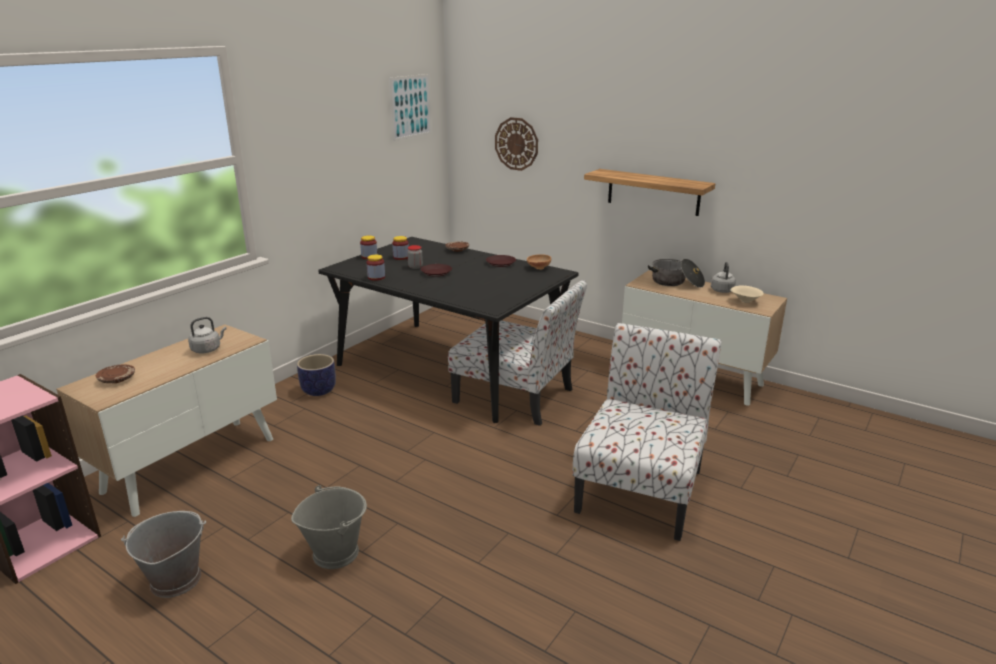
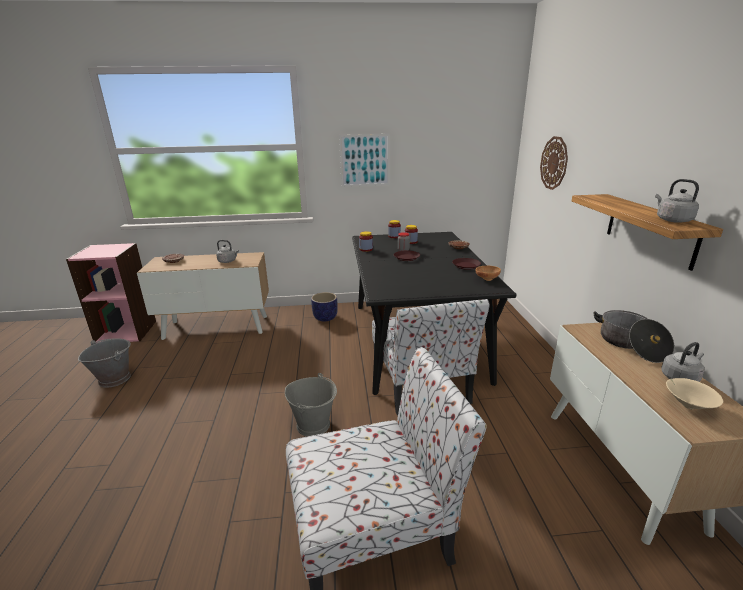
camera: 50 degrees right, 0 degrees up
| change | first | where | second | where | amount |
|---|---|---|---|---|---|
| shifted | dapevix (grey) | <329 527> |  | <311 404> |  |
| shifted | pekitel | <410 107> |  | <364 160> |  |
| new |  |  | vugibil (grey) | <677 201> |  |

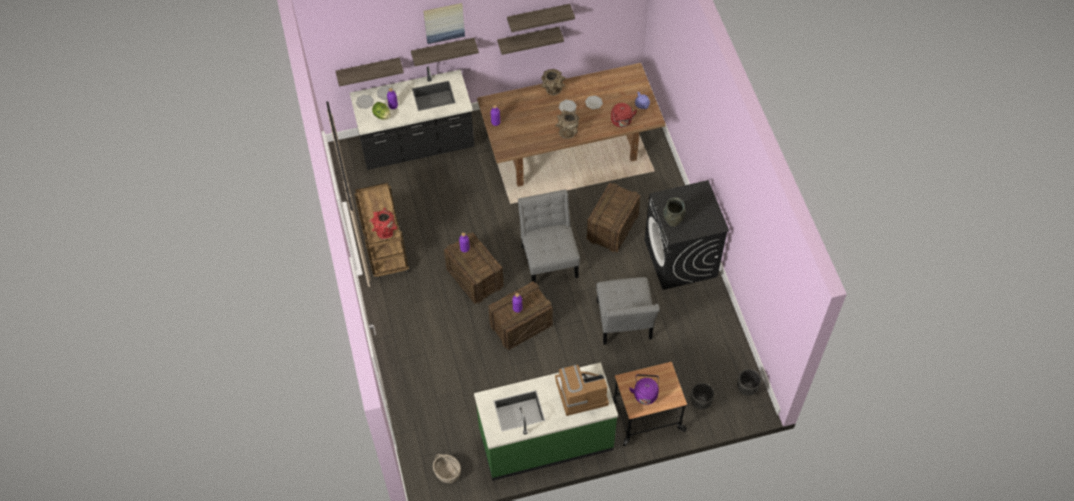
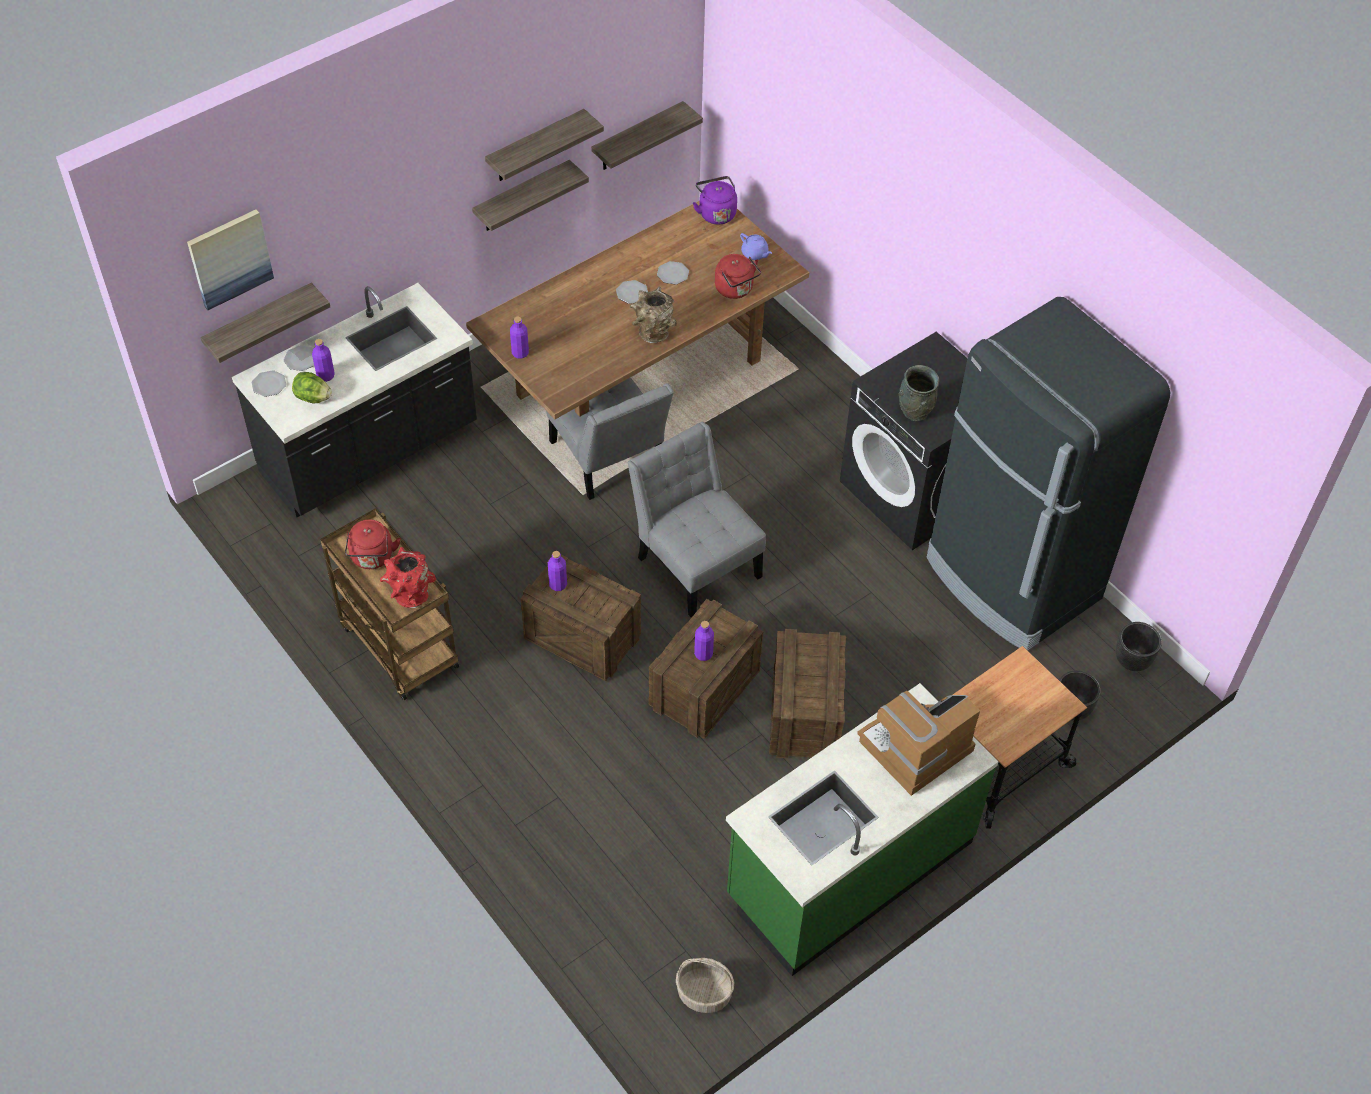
camera: 25 degrees left, 5 degrees down
| change | first | where | second | where | amount |
|---|---|---|---|---|---|
| shifted | pekitel | <444 23> |  | <230 259> |  |
| new |  |  | vugibil (red) | <373 544> |  |
| shifted | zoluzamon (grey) | <628 311> |  | <610 438> |  |
| shifted | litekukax | <445 52> |  | <647 135> |  |
| shifted | vugibil (purple) | <644 389> |  | <715 200> |  |
| shifted | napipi | <614 217> |  | <807 693> |  |
| new |  |  | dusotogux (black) | <1048 474> |  |
| gone | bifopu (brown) | <553 82> |  |  |  |

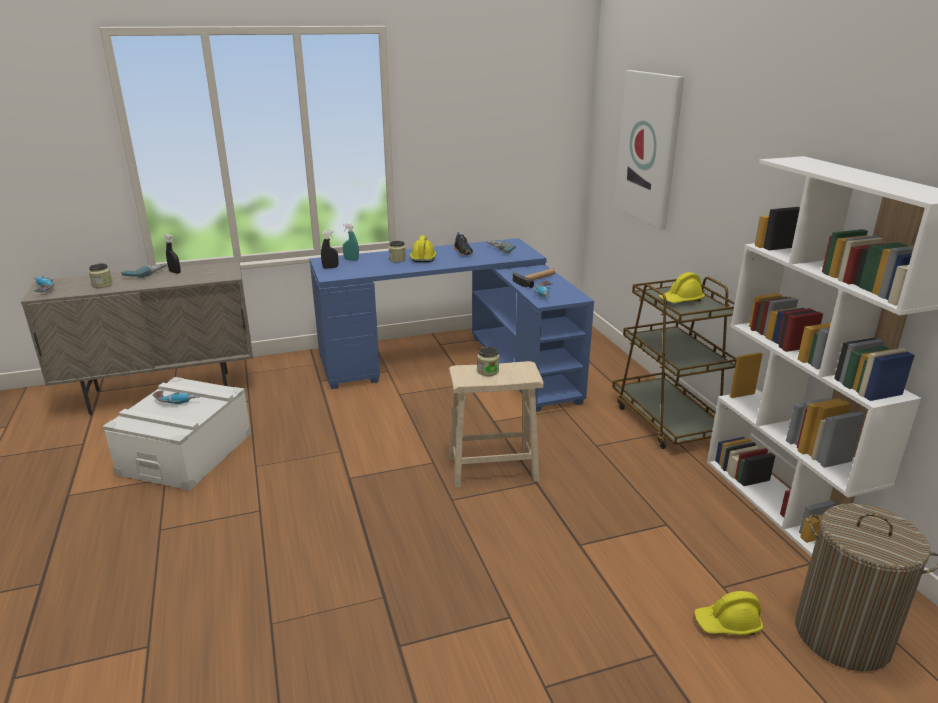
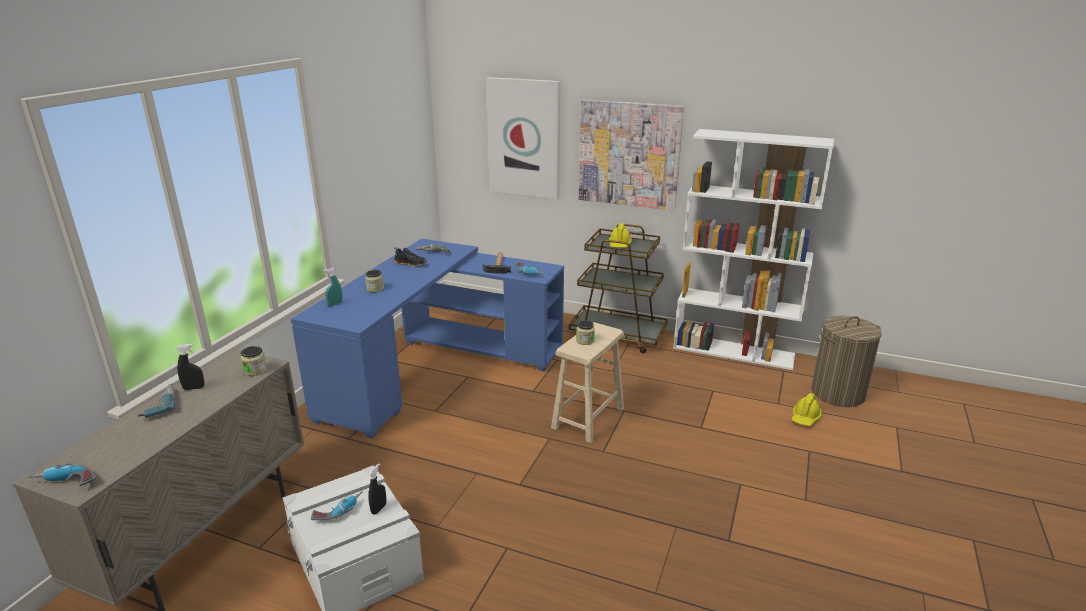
camera: 50 degrees left, 0 degrees up
| change | first | where | second | where | amount |
|---|---|---|---|---|---|
| shifted | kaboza | <101 275> |  | <254 361> |  |
| shifted | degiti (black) | <329 250> |  | <377 489> |  |
| new |  |  | pekitel | <631 155> |  |
| gone | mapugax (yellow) | <423 249> |  |  |  |

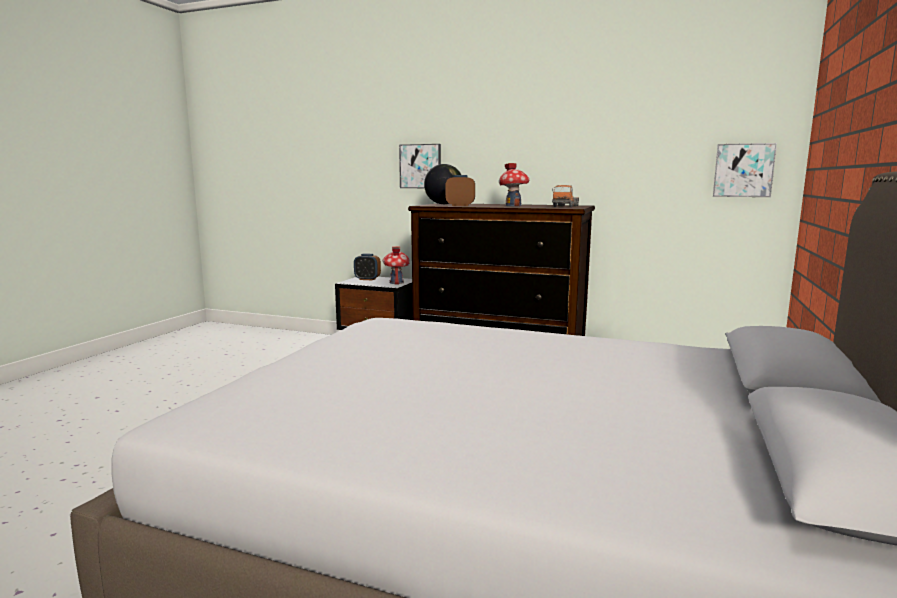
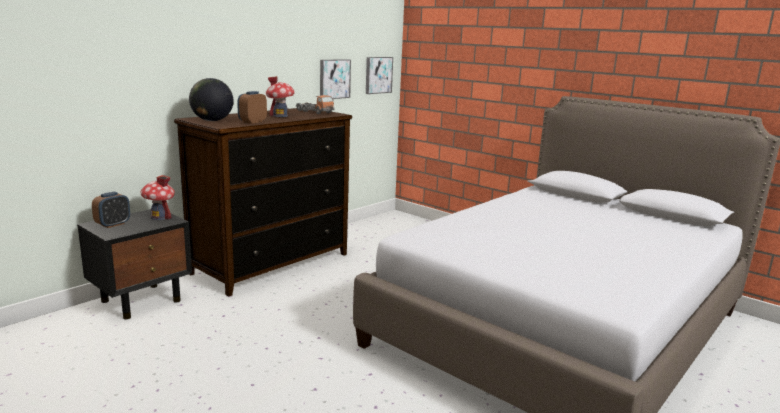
camera: 70 degrees left, 5 degrees up
| change | first | where | second | where | amount |
|---|---|---|---|---|---|
| shifted | pekitel | <420 166> |  | <335 79> |  |

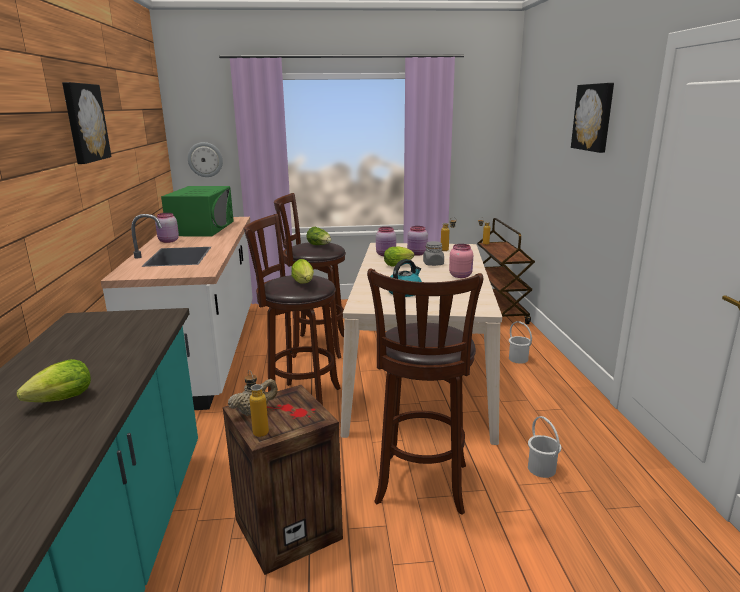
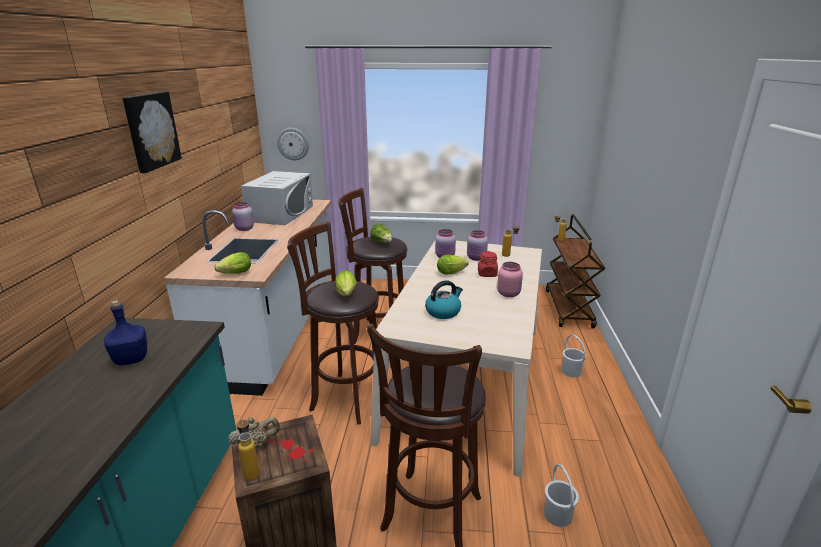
camera: 10 degrees right, 5 degrees up
| change | first | where | second | where | amount |
|---|---|---|---|---|---|
| new |  |  | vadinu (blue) | <125 332> |  |
| shifted | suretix | <54 380> |  | <232 263> |  |
| repainted | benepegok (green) | <197 211> | benepegok (white) | <277 198> |  |
| repainted | kaboza (grey) | <433 253> | kaboza (red) | <488 264> |  |
| gone | pekitel | <592 118> |  |  |  |

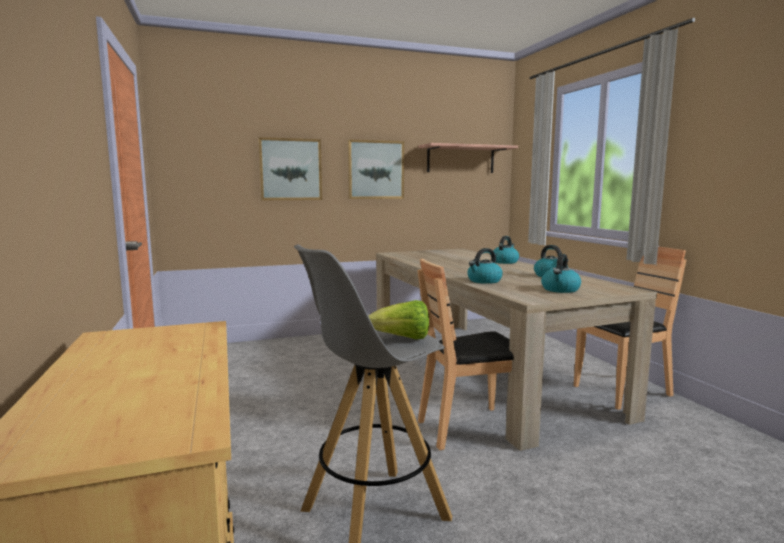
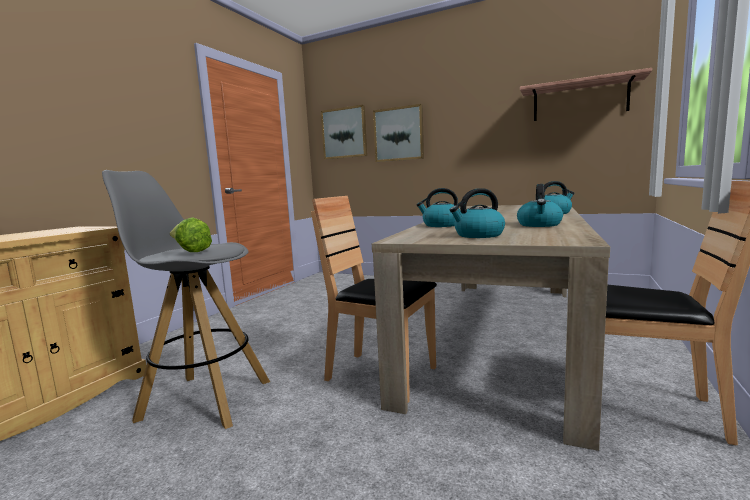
camera: 45 degrees right, 0 degrees up
| change | first | where | second | where | amount |
|---|---|---|---|---|---|
| shifted | pekitel | <376 169> |  | <344 132> |  |

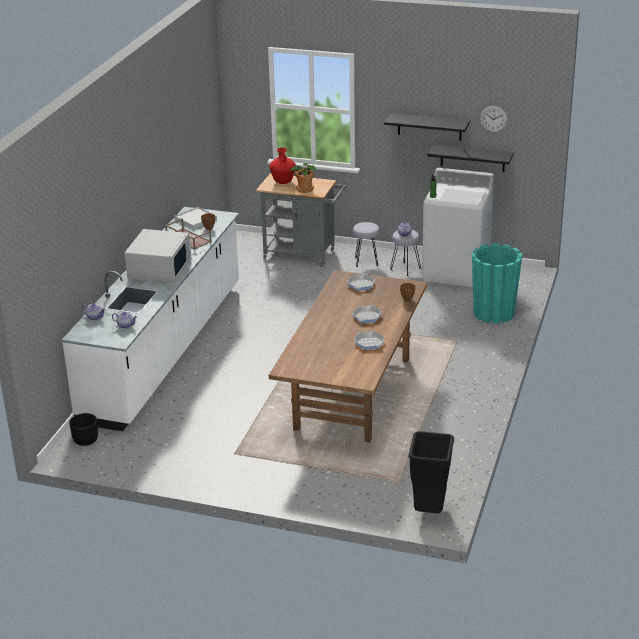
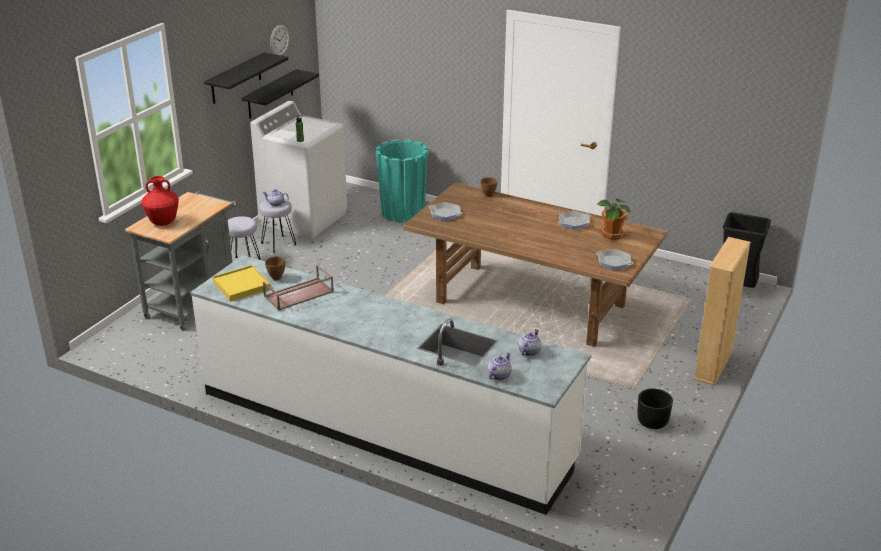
camera: 80 degrees left, 0 degrees up
| change | first | where | second | where | amount |
|---|---|---|---|---|---|
| repainted | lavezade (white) | <195 218> | lavezade (yellow) | <242 283> |  |
| shifted | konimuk | <367 314> |  | <614 259> |  |
| shifted | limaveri | <303 178> |  | <613 219> |  |
| shifted | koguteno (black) | <83 429> |  | <655 408> |  |
| new |  |  | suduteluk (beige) | <722 311> |  |
| gone | benepegok (white) | <158 256> |  |  |  |

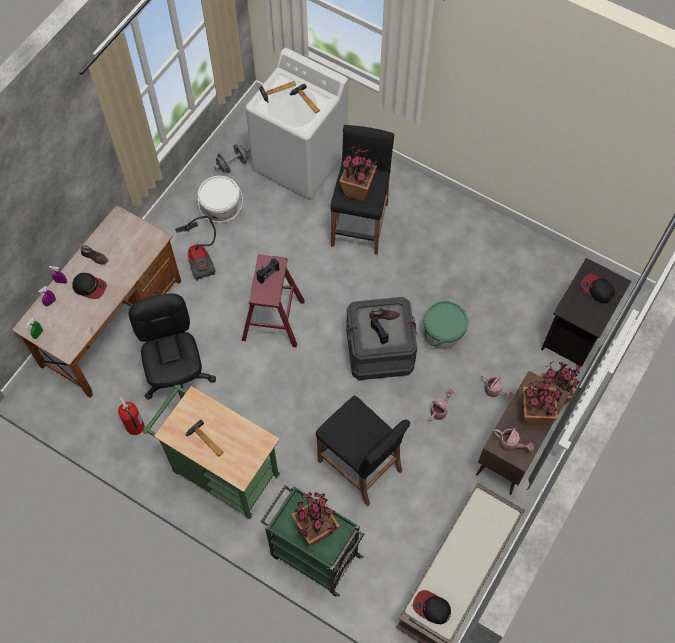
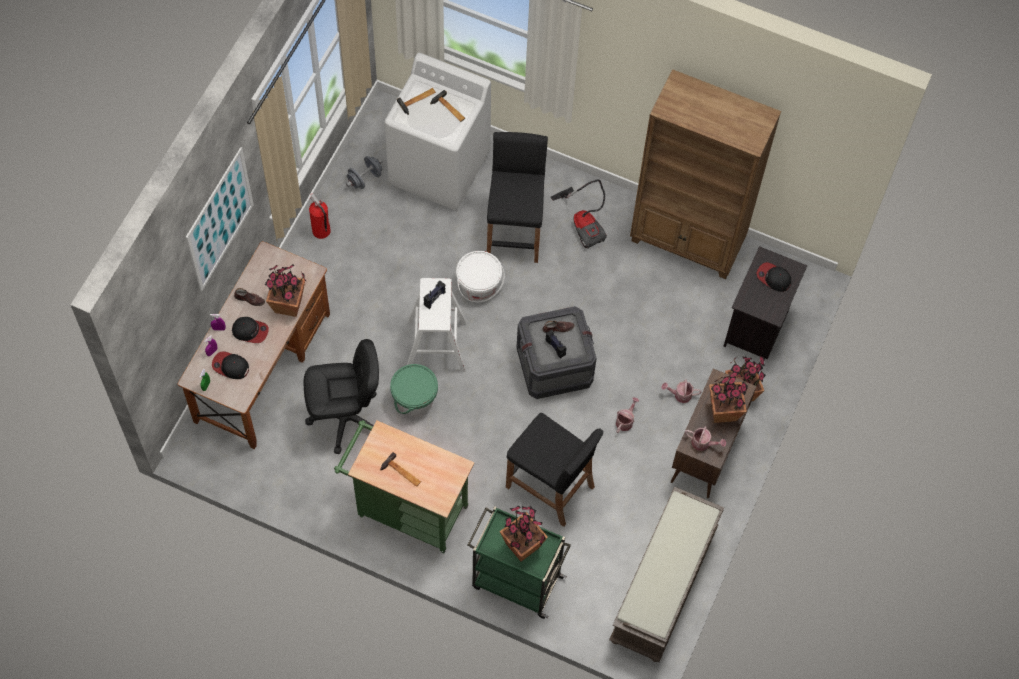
camera: 10 degrees left, 0 degrees up
| change | first | where | second | where | amount |
|---|---|---|---|---|---|
| new |  |  | pekitel | <220 219> |  |
| shifted | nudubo | <432 607> |  | <230 365> |  |
| shifted | limaveri | <359 173> |  | <285 290> |  |
| rotated | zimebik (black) | <172 346> |  | <341 396> | 105 degrees clockwise |
| shifted | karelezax | <131 415> |  | <320 216> |  |
| shifted | dapevix (green) | <446 325> |  | <414 390> |  |
| repainted | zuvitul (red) | <273 301> | zuvitul (white) | <437 325> |  |
| shifted | dapevix (white) | <220 199> |  | <480 277> |  |
| shifted | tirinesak | <195 248> |  | <579 214> |  |
| new |  |  | suduteluk (brown) | <705 174> |  |
| rotated | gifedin | <497 387> |  | <681 391> | 150 degrees clockwise |

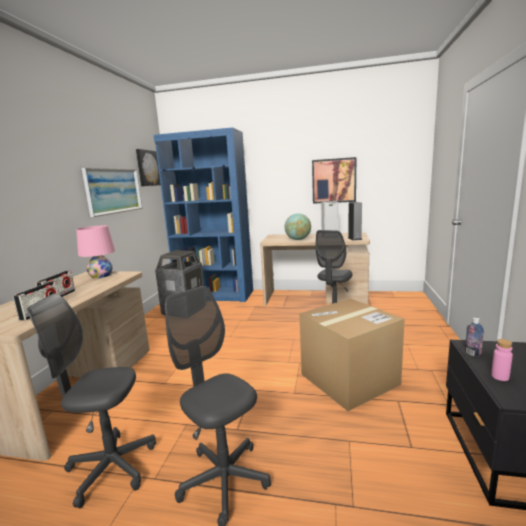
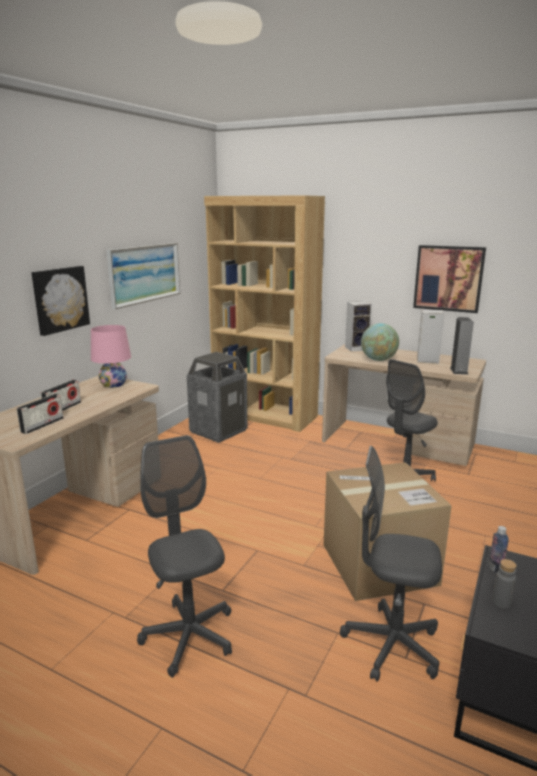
camera: 15 degrees right, 5 degrees up
| change | first | where | second | where | amount |
|---|---|---|---|---|---|
| shifted | pekitel | <148 167> |  | <60 301> |  |
| repainted | suduteluk (blue) | <203 214> | suduteluk (brown) | <264 313> |  |
| shifted | zimebik (grey) | <91 400> |  | <391 564> |  |
| new |  |  | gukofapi | <358 326> |  |
| repainted | vadinu (pink) | <502 360> | vadinu (grey) | <504 584> |  |

